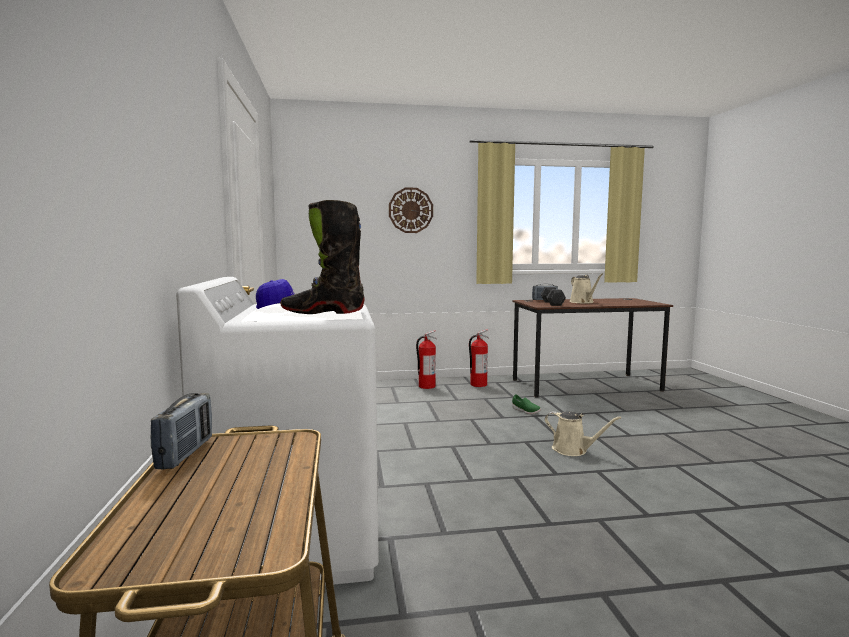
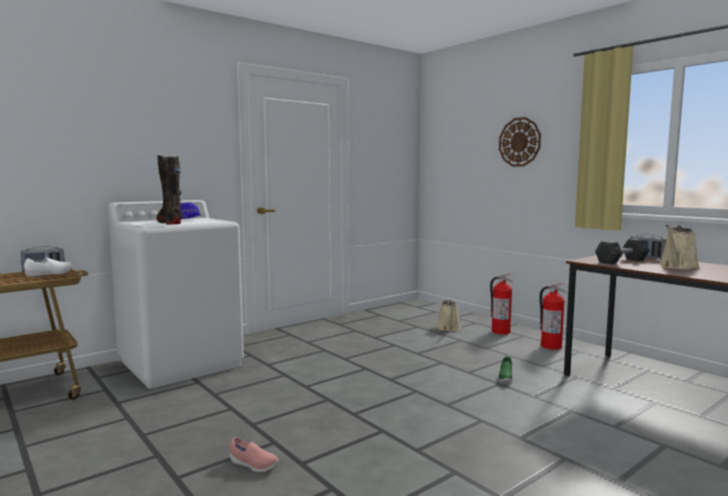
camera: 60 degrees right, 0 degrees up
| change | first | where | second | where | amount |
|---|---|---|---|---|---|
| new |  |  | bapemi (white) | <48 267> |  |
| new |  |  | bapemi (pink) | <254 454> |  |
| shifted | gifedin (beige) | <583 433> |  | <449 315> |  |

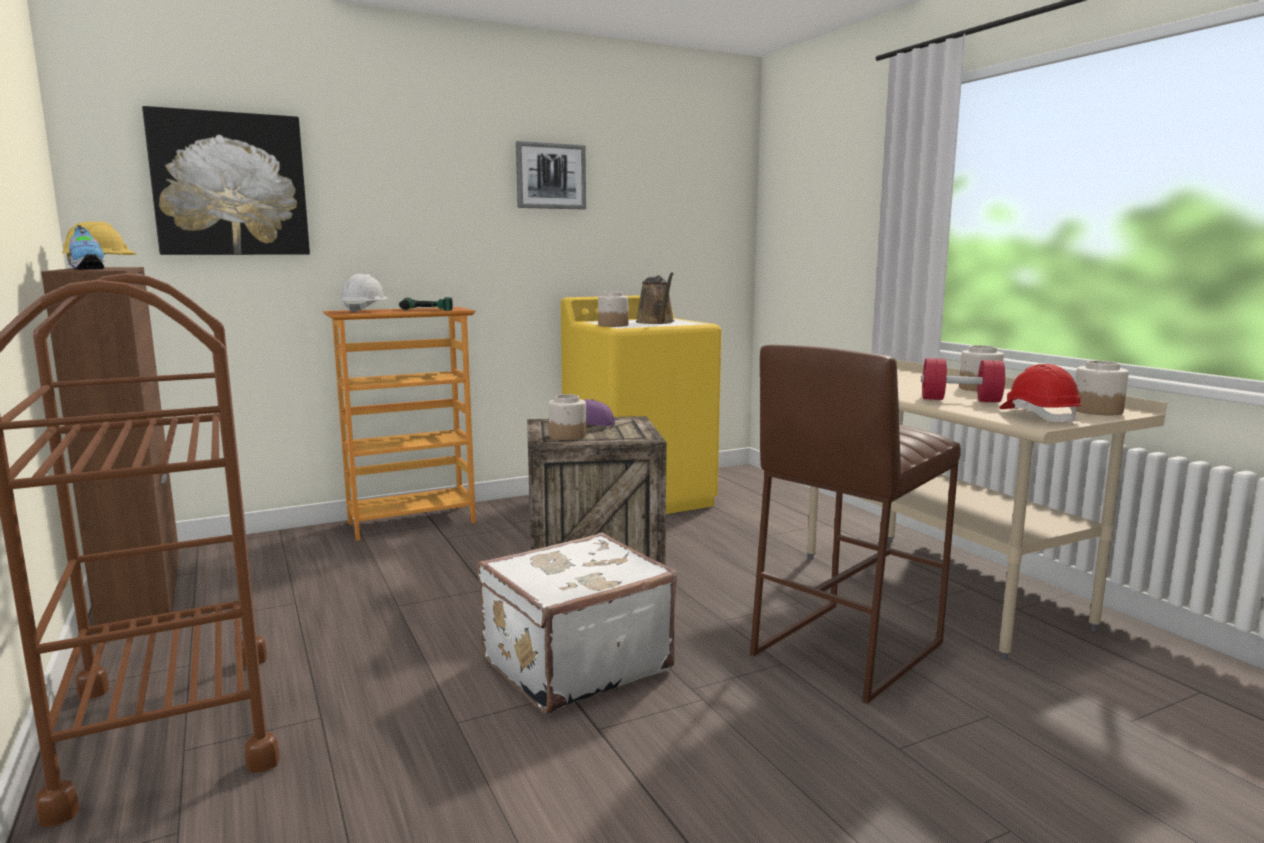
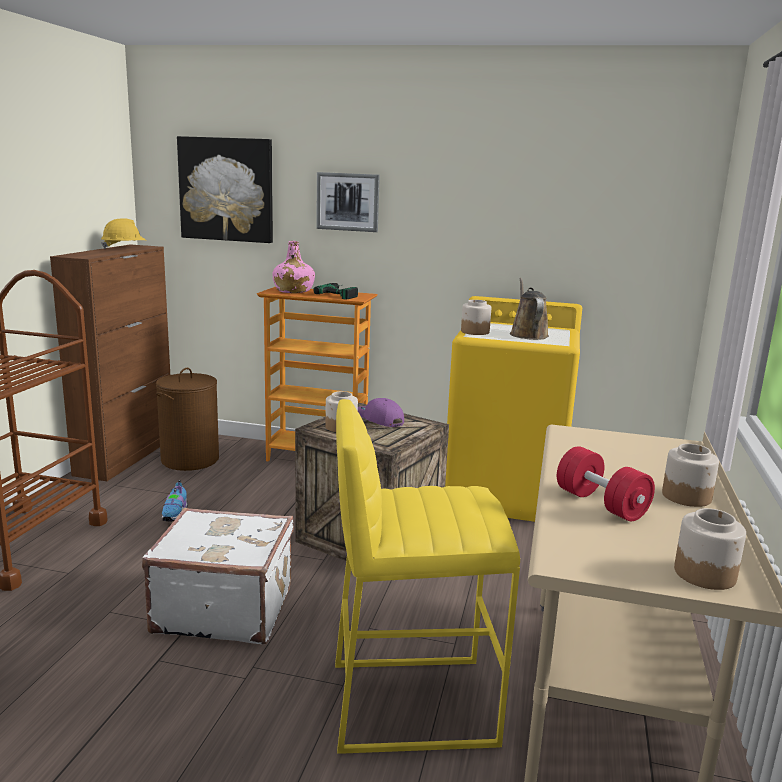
camera: 40 degrees right, 5 degrees up
| change | first | where | second | where | amount |
|---|---|---|---|---|---|
| new |  |  | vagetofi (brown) | <187 419> |  |
| shifted | bapemi | <86 247> |  | <175 500> |  |
| swapped | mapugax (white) | <364 293> | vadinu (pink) | <294 267> |  |
| shifted | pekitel | <551 175> |  | <348 202> |  |
| repainted | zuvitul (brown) | <855 524> | zuvitul (yellow) | <427 576> |  |
| rotated | gifedin (brown) | <655 298> |  | <529 309> | 150 degrees clockwise |
| gone | mapugax (red) | <1040 394> |  |  |  |

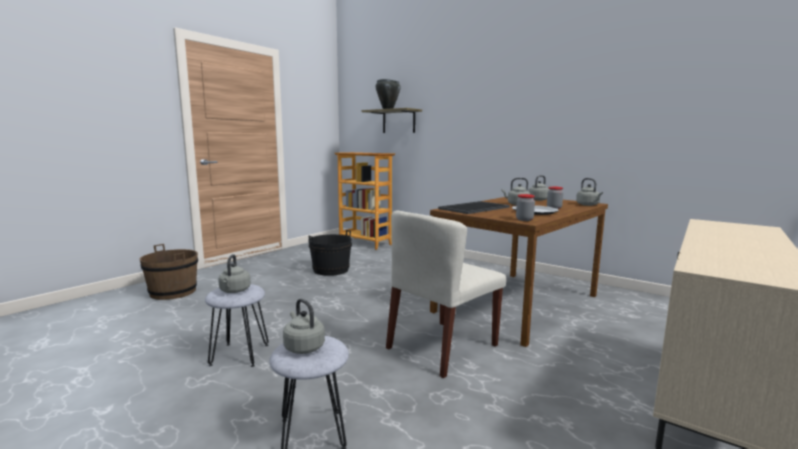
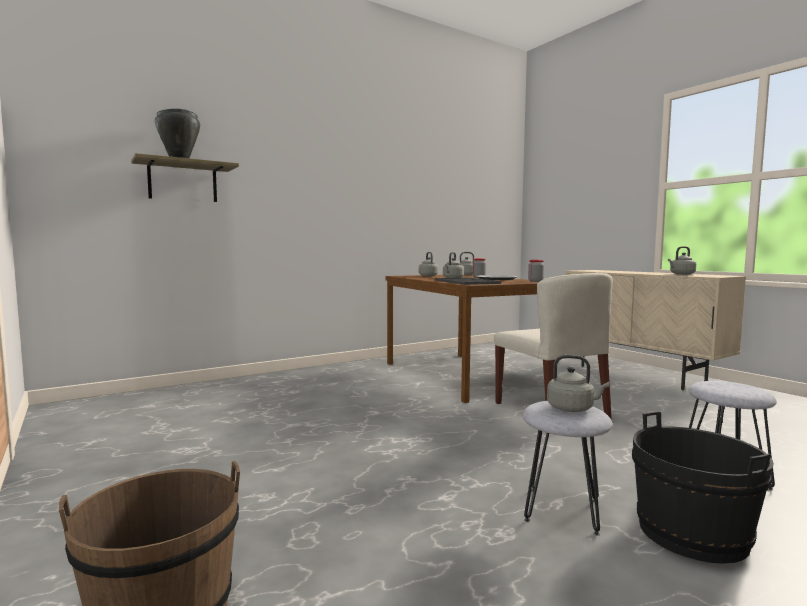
camera: 70 degrees left, 5 degrees down
| change | first | where | second | where | amount |
|---|---|---|---|---|---|
| shifted | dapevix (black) | <330 253> |  | <703 488> |  |
| shifted | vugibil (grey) | <304 326> |  | <682 260> |  |
| gone | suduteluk | <365 201> |  |  |  |

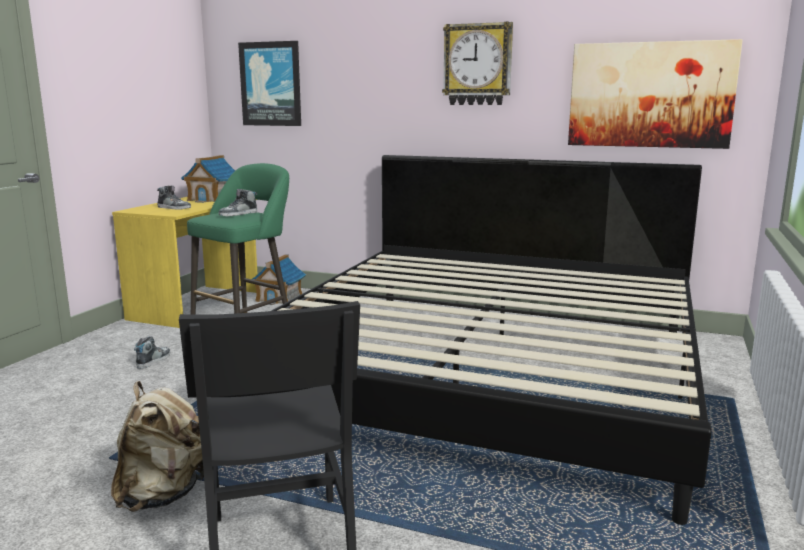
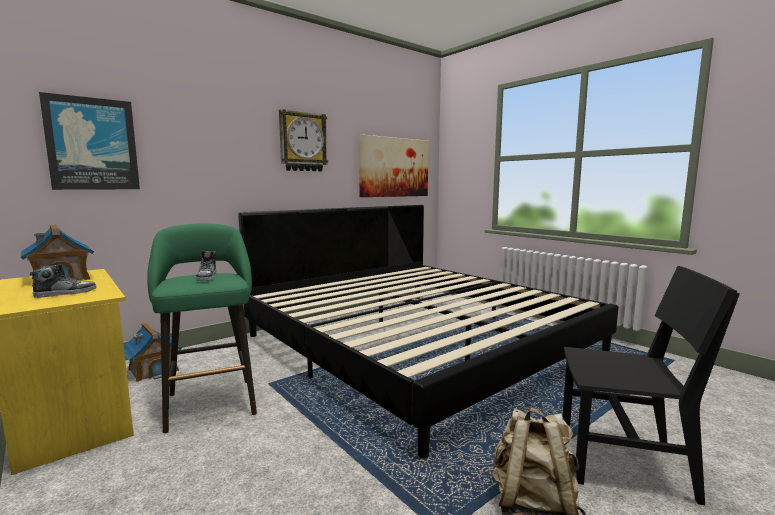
camera: 60 degrees left, 5 degrees down
| change | first | where | second | where | amount |
|---|---|---|---|---|---|
| gone | bapemi | <152 352> |  |  |  |

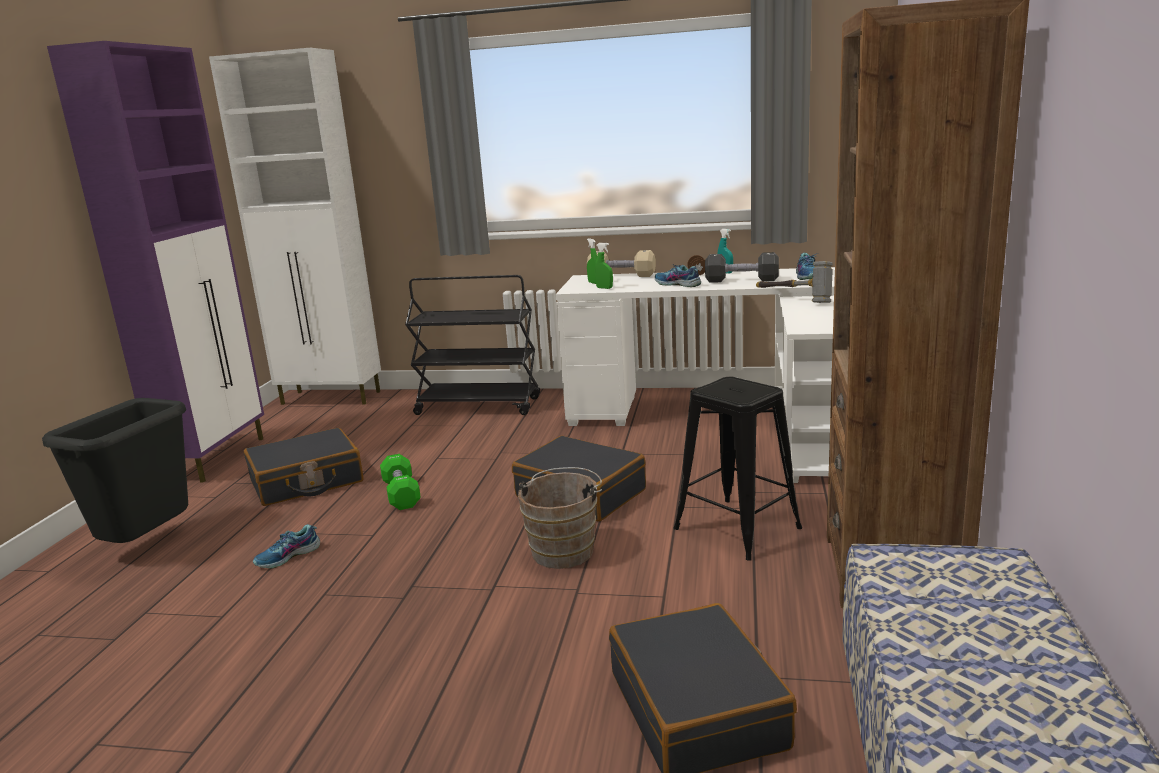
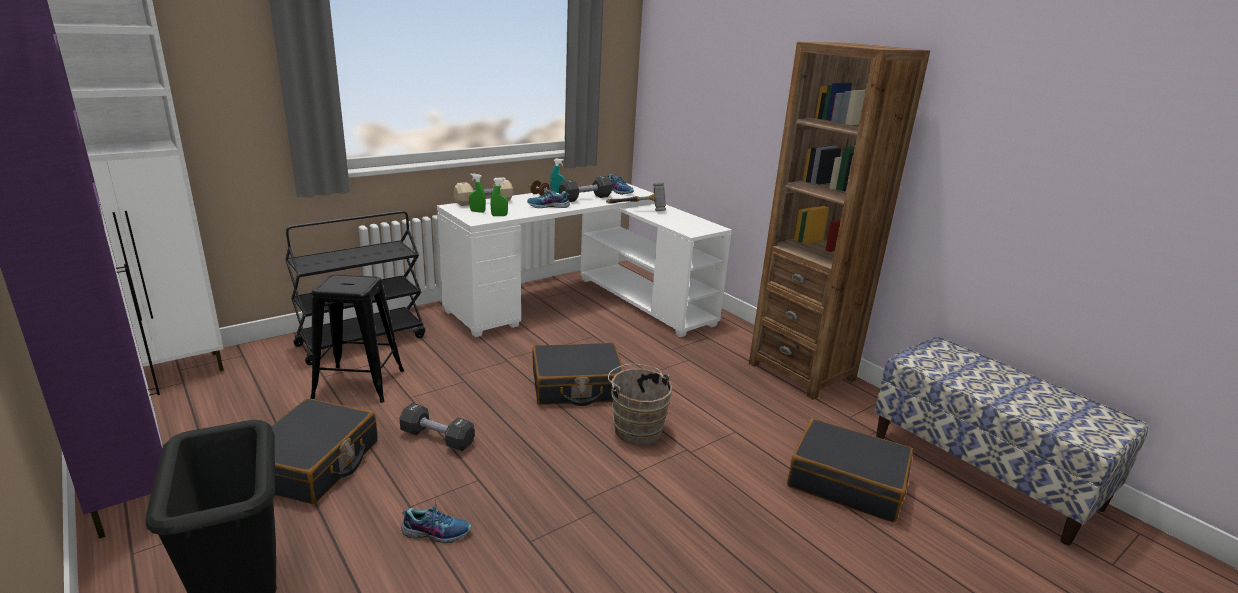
camera: 50 degrees left, 5 degrees up
| change | first | where | second | where | amount |
|---|---|---|---|---|---|
| shifted | zuvitul (black) | <738 469> |  | <357 338> |  |
| repainted | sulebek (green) | <400 482> | sulebek (black) | <437 427> |  |
| rotated | bapemi | <286 546> |  | <436 521> | 90 degrees counterclockwise |

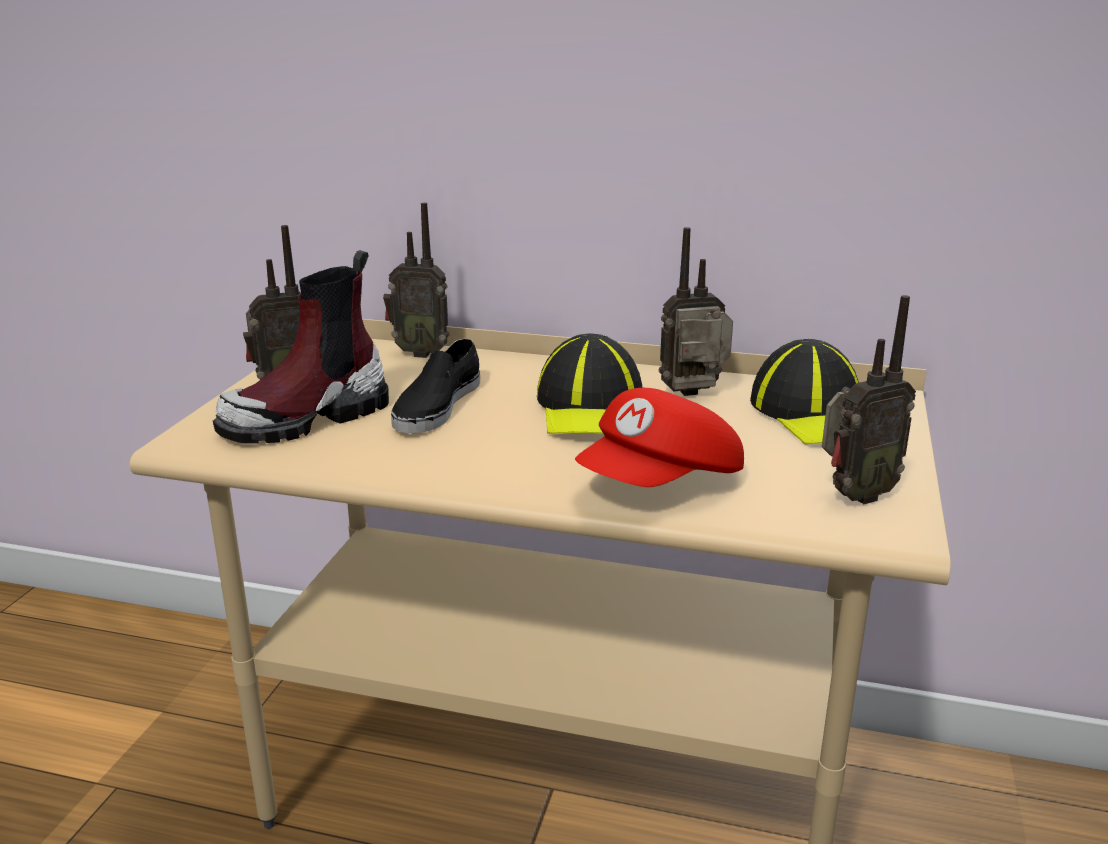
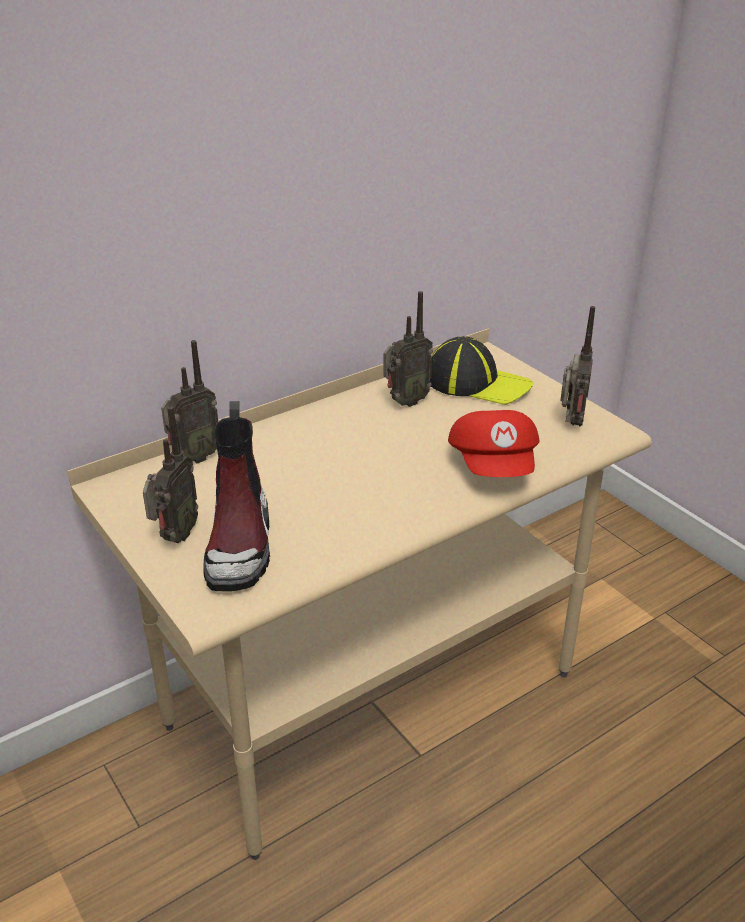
camera: 50 degrees left, 10 degrees up
| change | first | where | second | where | amount |
|---|---|---|---|---|---|
| rotated | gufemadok | <696 311> |  | <408 349> | 150 degrees counterclockwise |
| gone | bapemi (black) | <435 386> |  |  |  |
| gone | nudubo | <589 383> |  |  |  |

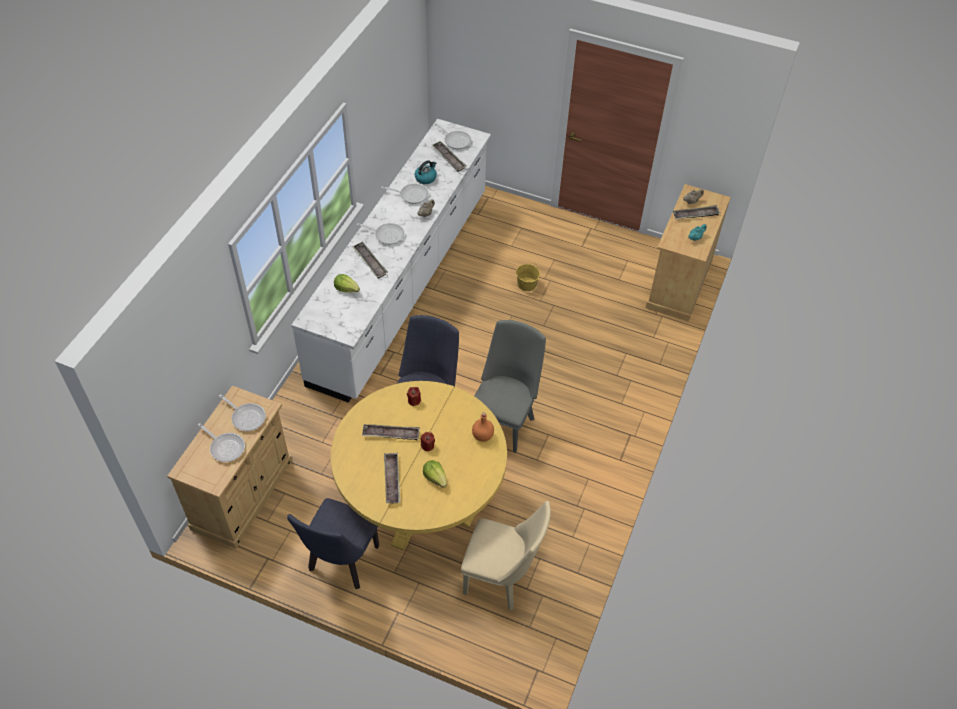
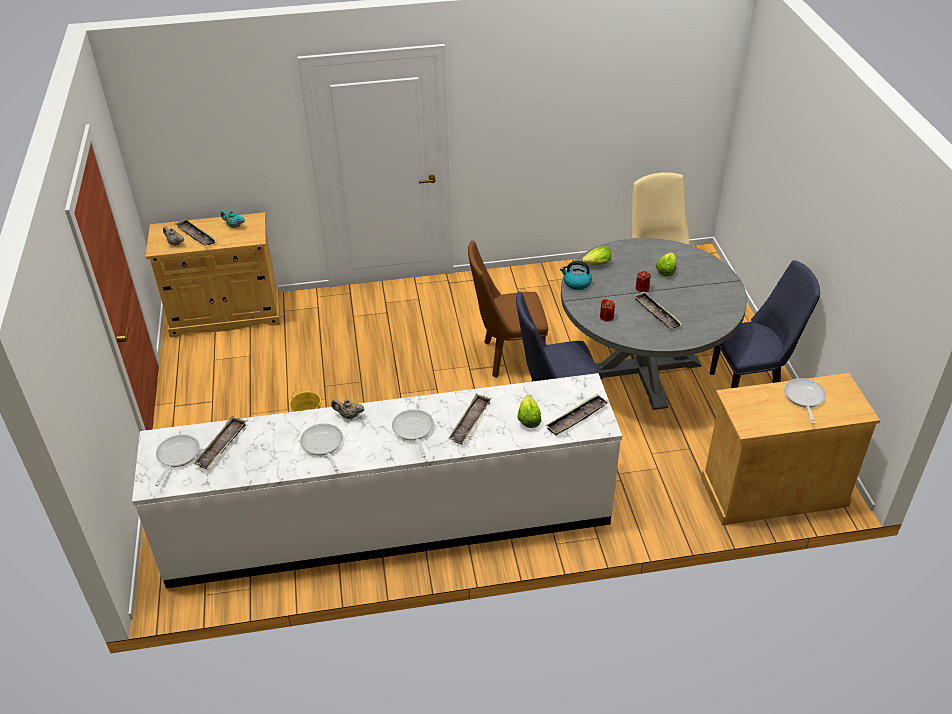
camera: 120 degrees left, 10 degrees down
| change | first | where | second | where | amount |
|---|---|---|---|---|---|
| repainted | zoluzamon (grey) | <510 386> | zoluzamon (brown) | <508 309> |  |
| shifted | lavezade | <392 478> |  | <577 414> |  |
| shifted | vugibil | <426 172> |  | <576 275> |  |
| repainted | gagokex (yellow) | <419 466> | gagokex (grey) | <654 324> |  |
| swapped | vadinu (orange) | <483 427> | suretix | <596 255> |  |
| gone | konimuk | <242 412> |  |  |  |

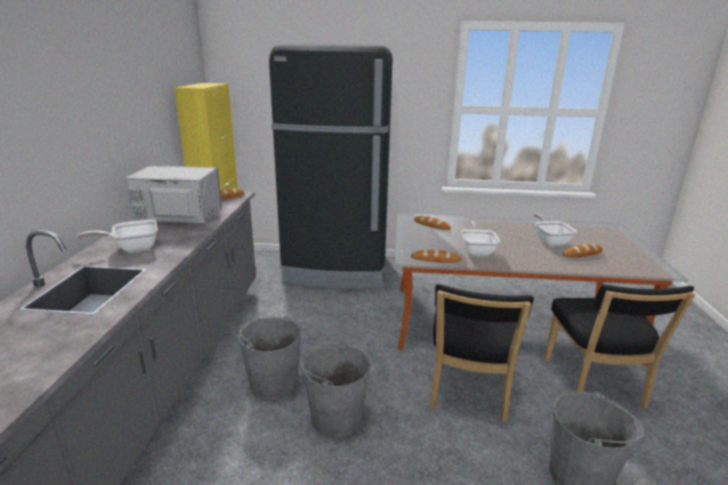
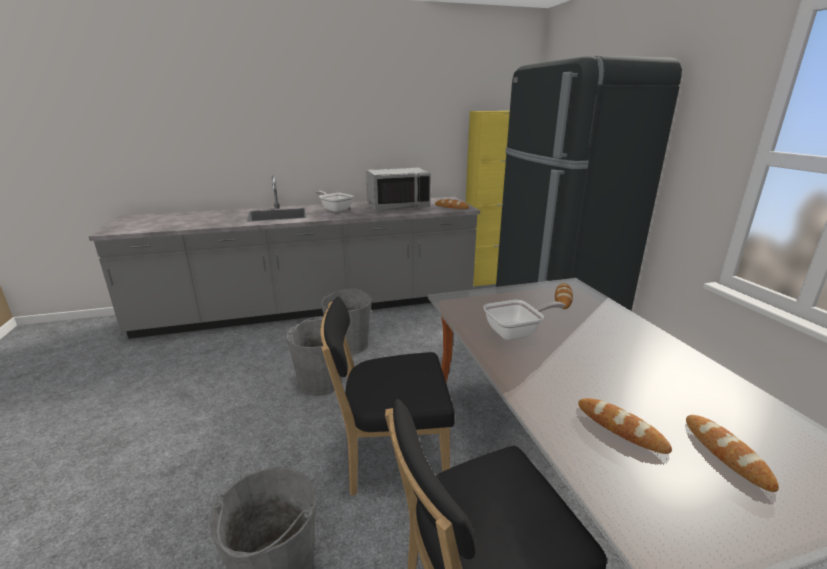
camera: 70 degrees right, 0 degrees up
| change | first | where | second | where | amount |
|---|---|---|---|---|---|
| rotated | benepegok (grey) | <173 194> |  | <398 189> | 90 degrees clockwise |
| shifted | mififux | <436 256> |  | <732 453> |  |
| gone | konimuk | <555 230> |  |  |  |

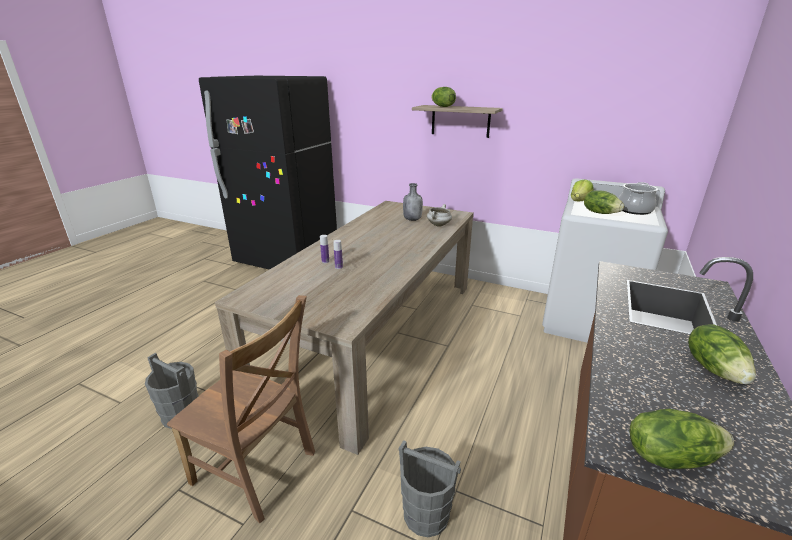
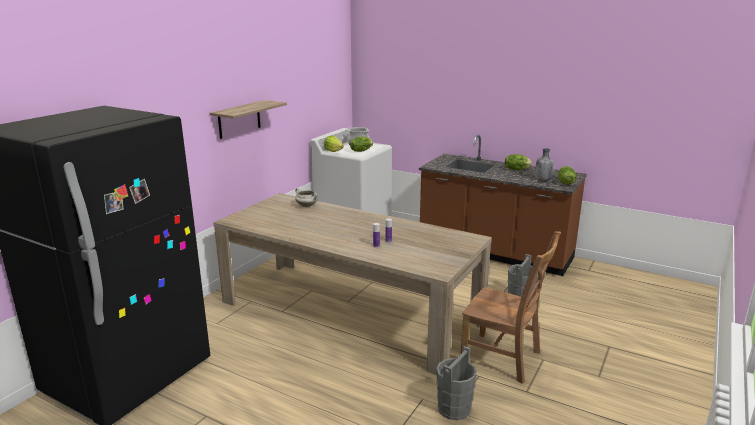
camera: 85 degrees left, 5 degrees down
| change | first | where | second | where | amount |
|---|---|---|---|---|---|
| rotated | zoluzamon (brown) | <241 409> |  | <511 307> | 90 degrees clockwise |
| shifted | vadinu (grey) | <413 202> |  | <544 164> |  |
| gone | suretix | <443 97> |  |  |  |

